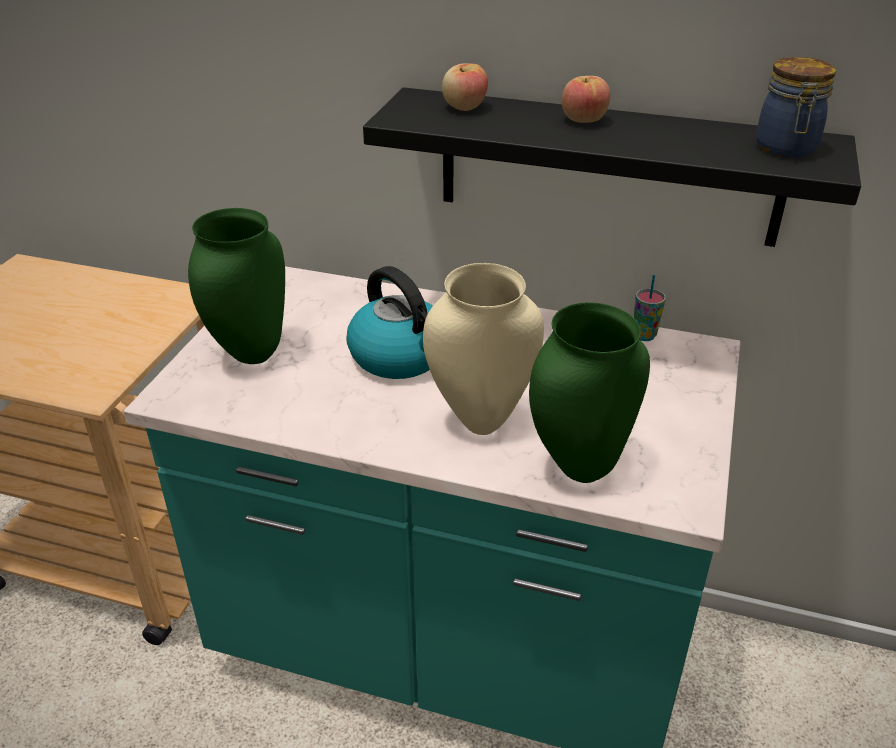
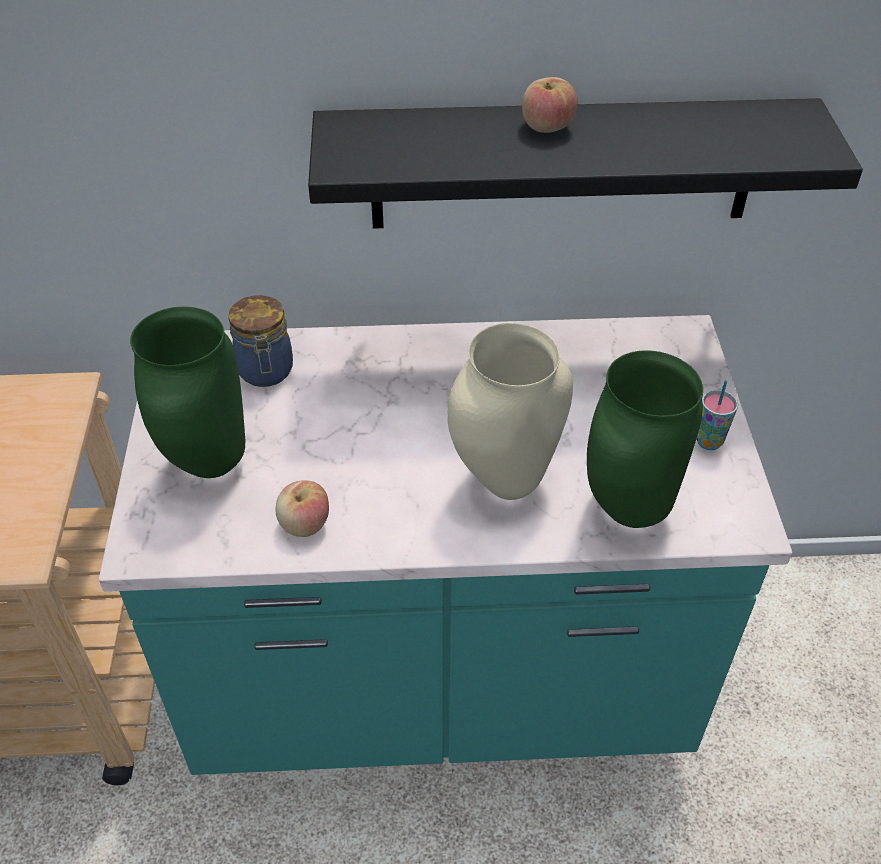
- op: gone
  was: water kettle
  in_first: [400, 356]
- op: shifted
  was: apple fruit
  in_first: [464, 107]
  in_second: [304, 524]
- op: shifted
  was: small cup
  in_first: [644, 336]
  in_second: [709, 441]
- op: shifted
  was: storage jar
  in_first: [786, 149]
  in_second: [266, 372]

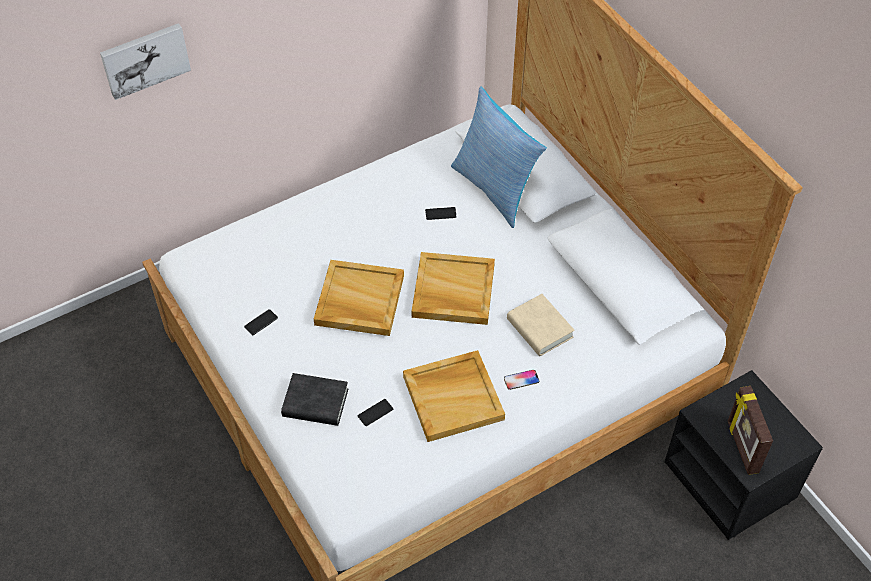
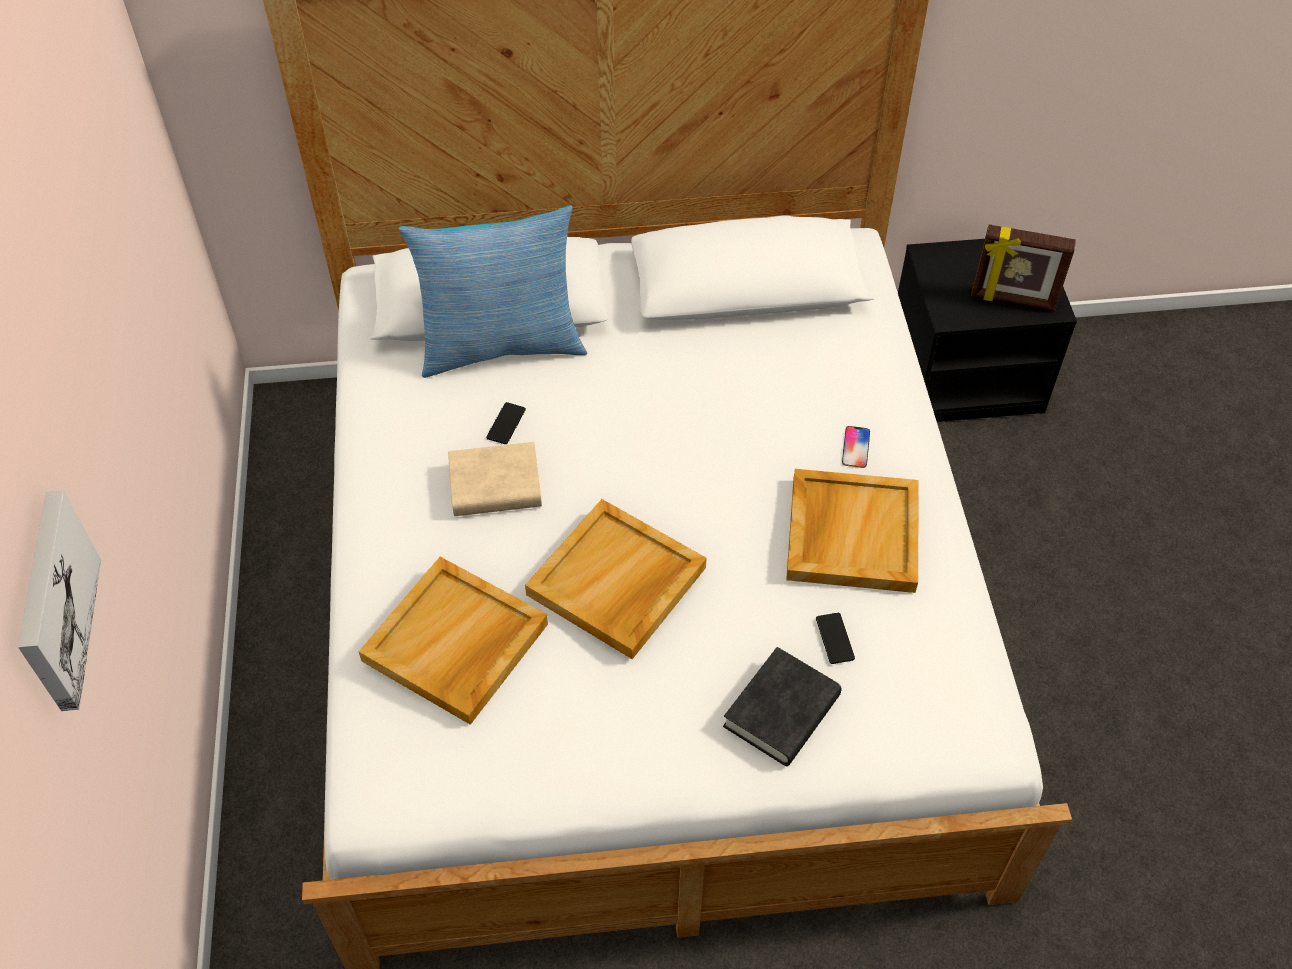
- op: gone
  was: phone
  in_first: [261, 322]
- op: shifted
  was: beige-coloured tray
  in_first: [452, 291]
  in_second: [455, 644]
- op: shifted
  was: beige-coloured volume
  in_first: [539, 328]
  in_second: [495, 486]

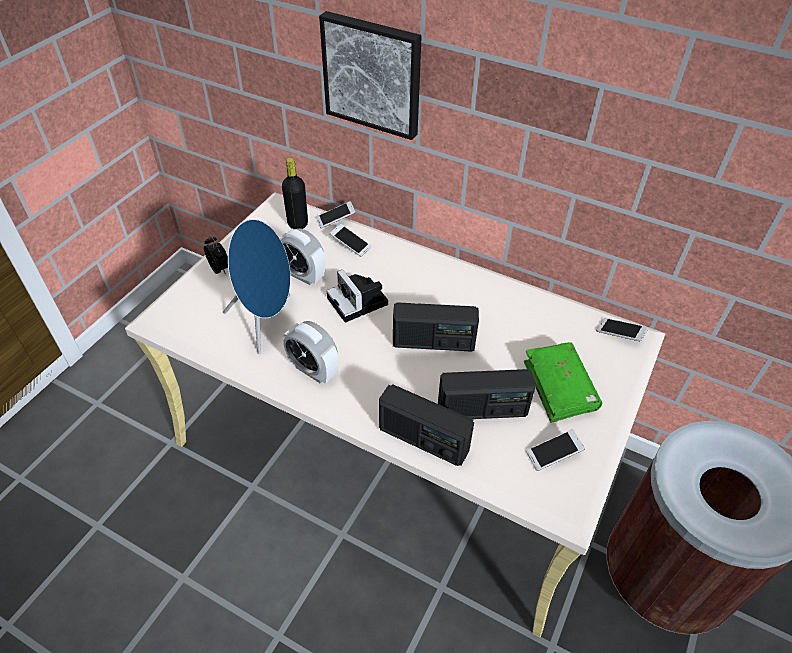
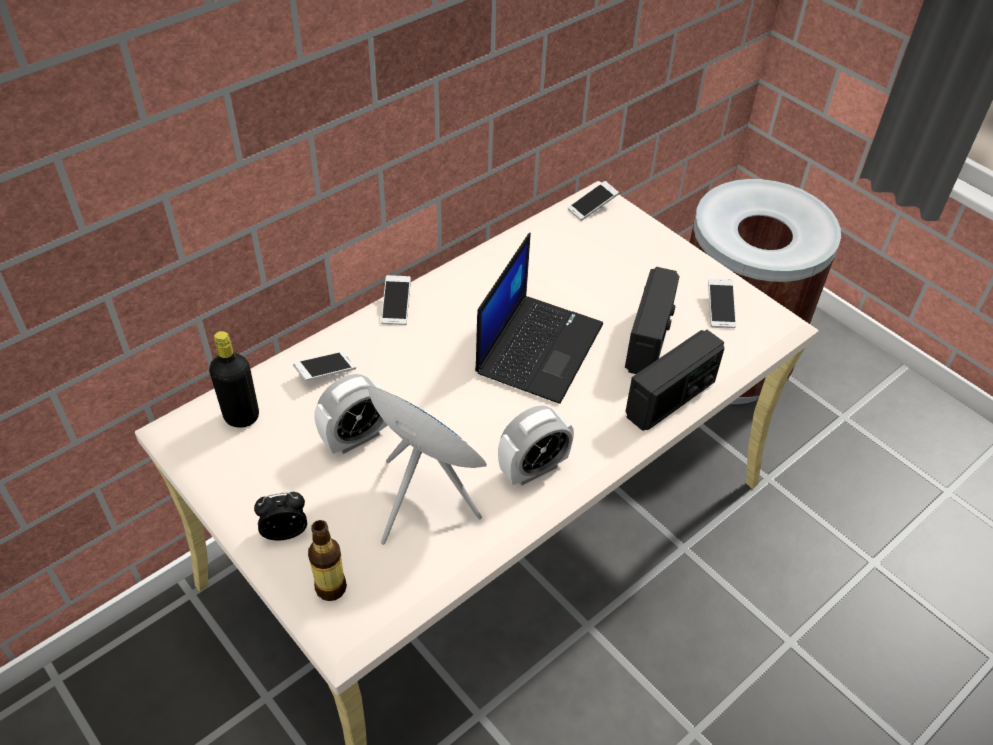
- op: shifted
  was: phone
  in_first: [335, 219]
  in_second: [396, 306]
- op: gone
  was: picture
  in_first: [373, 74]
- op: gone
  was: still camera
  in_first: [359, 302]
- op: swapped
  was: radio
  now: laptop
  in_first: [433, 342]
  in_second: [538, 347]
- op: gone
  was: greenish volume
  in_first: [559, 387]
- op: new
  now: beverage bottle
  in_second: [331, 588]

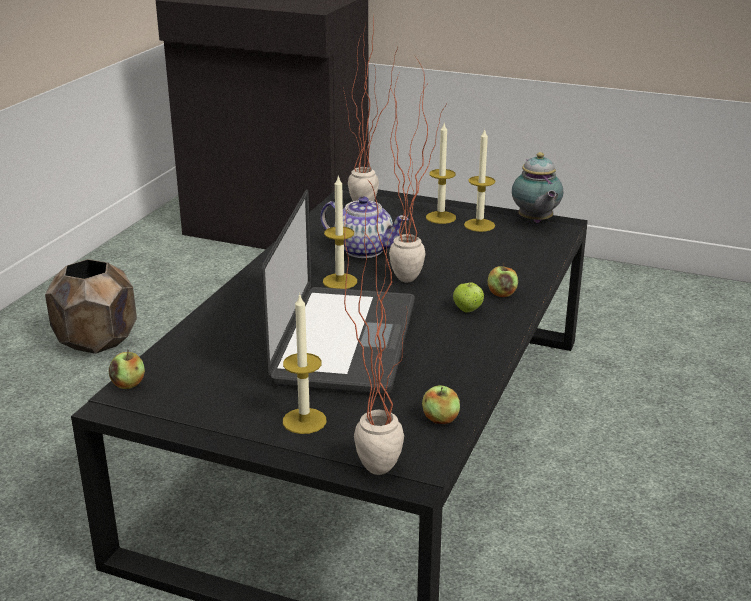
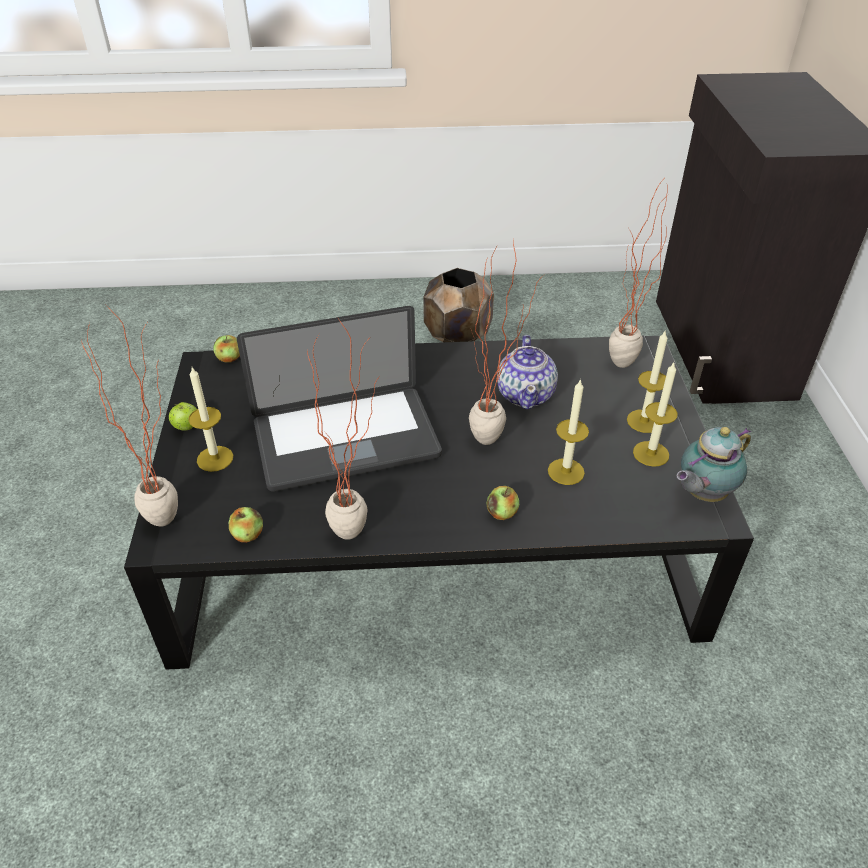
- op: shifted
  was: wax candle
  in_first: [340, 281]
  in_second: [566, 471]
- op: shifted
  was: apple fruit
  in_first: [467, 310]
  in_second: [187, 427]
- op: new
  now: potted plant
  in_second: [361, 529]

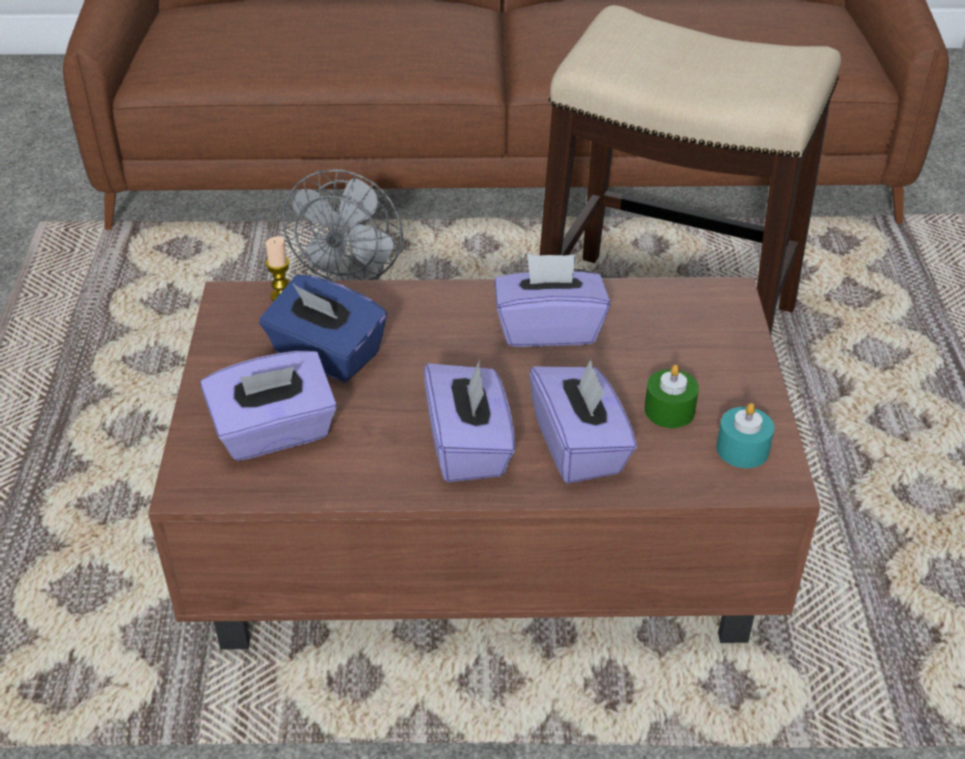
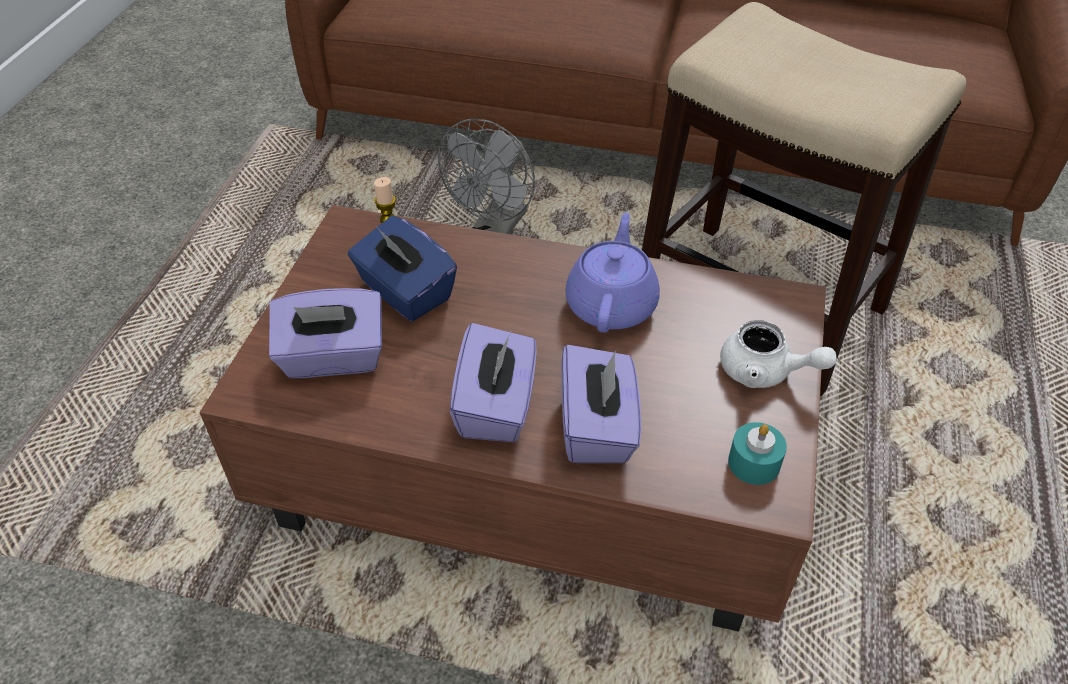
- op: swapped
  was: purplish box of tissues
  now: purplish tea pot
  in_first: [548, 329]
  in_second: [611, 304]
- op: gone
  was: greenish wax candle
  in_first: [669, 410]
- op: new
  now: white-coloured tea pot
  in_second: [765, 372]

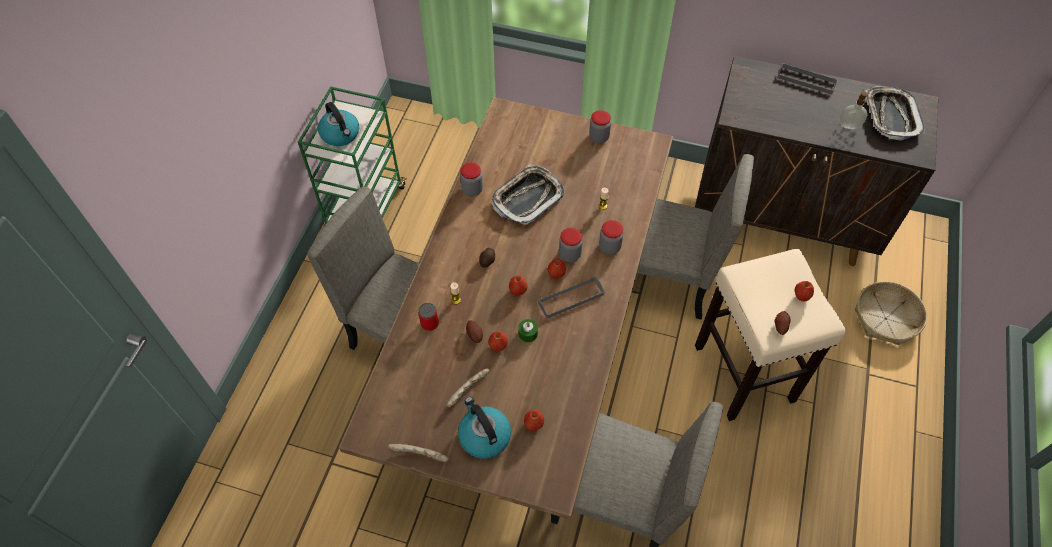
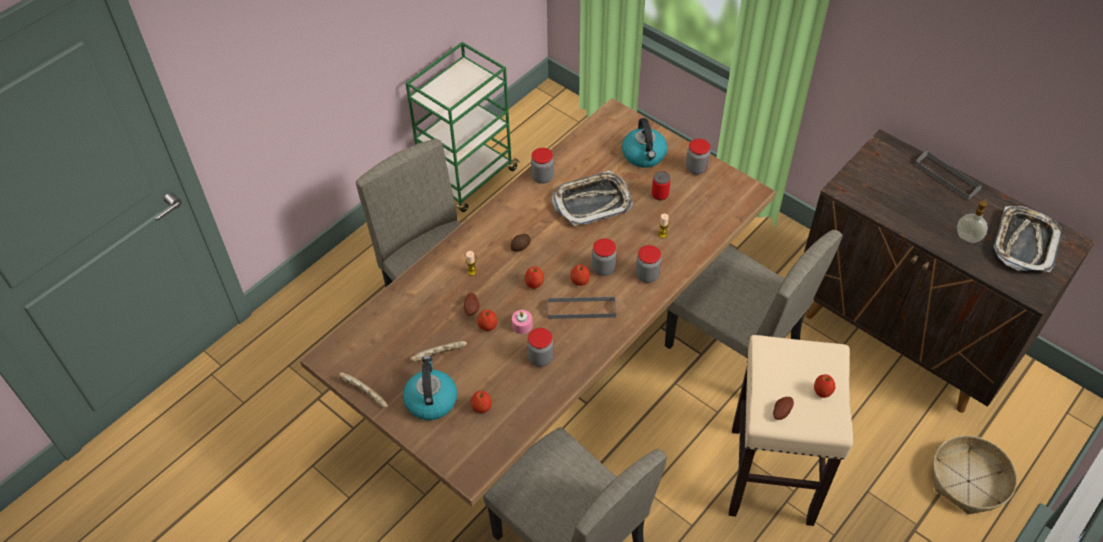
- op: shifted
  was: water kettle
  in_first: [341, 134]
  in_second: [644, 155]
- op: shifted
  was: can
  in_first: [429, 323]
  in_second: [660, 194]
- op: repainted
  was: greenish wax candle
  now: pinkish wax candle
  in_first: [528, 333]
  in_second: [522, 325]
- op: new
  now: storage jar
  in_second: [540, 358]

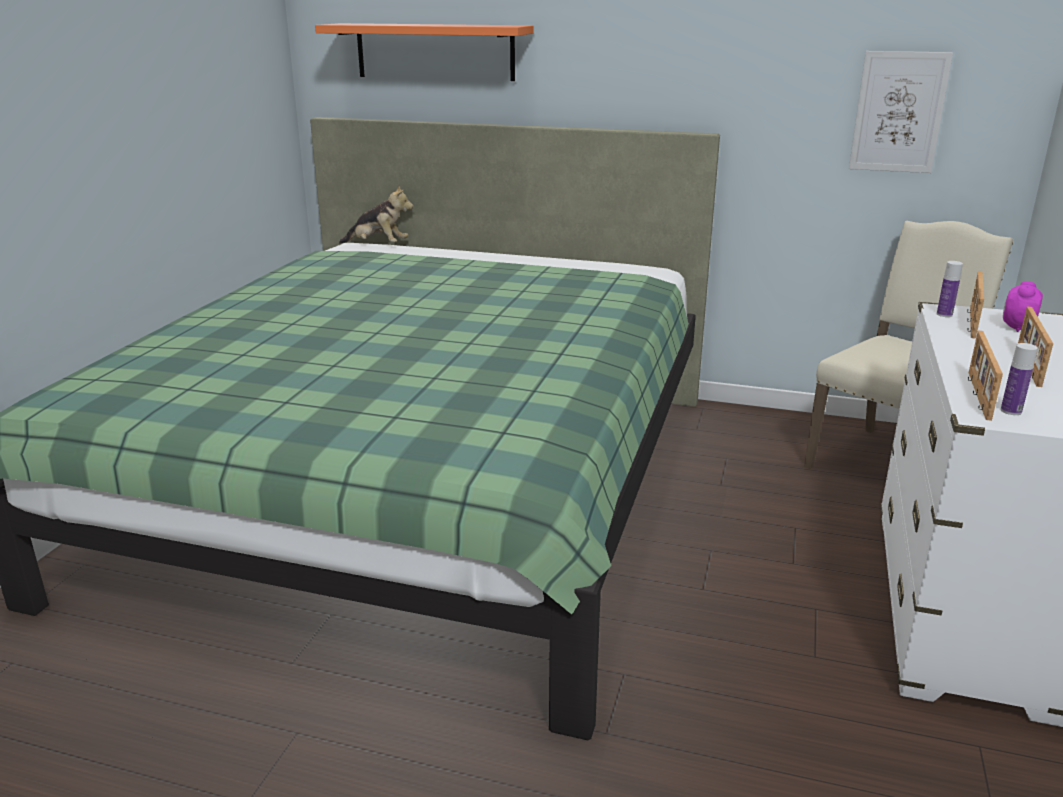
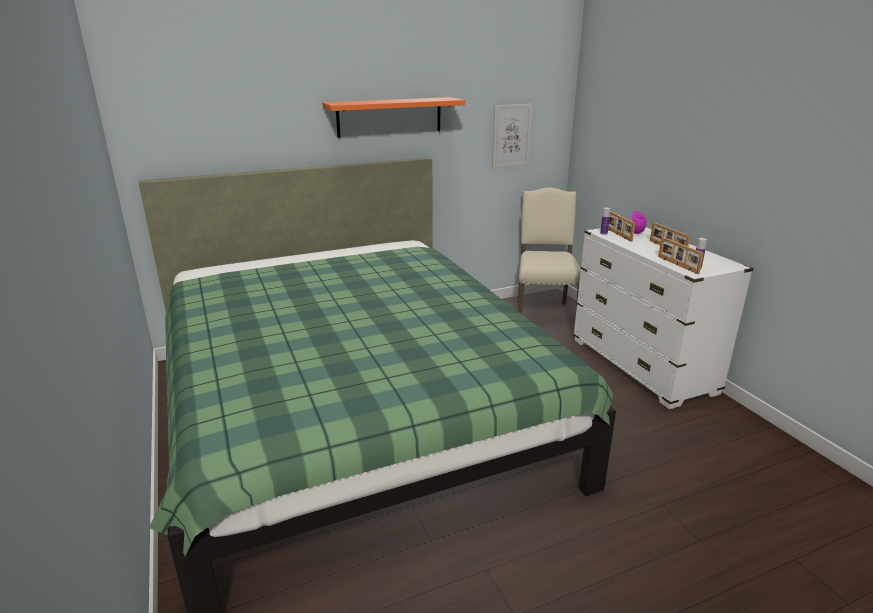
- op: shifted
  was: orange-coloured wall shelf
  in_first: [435, 51]
  in_second: [389, 117]
- op: gone
  was: cuddly toy
  in_first: [378, 245]

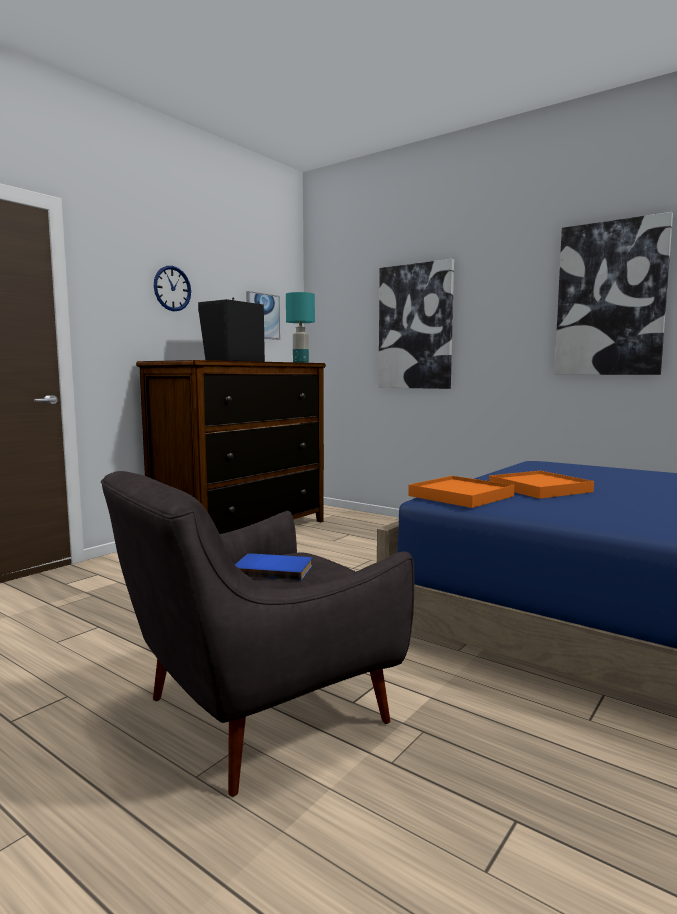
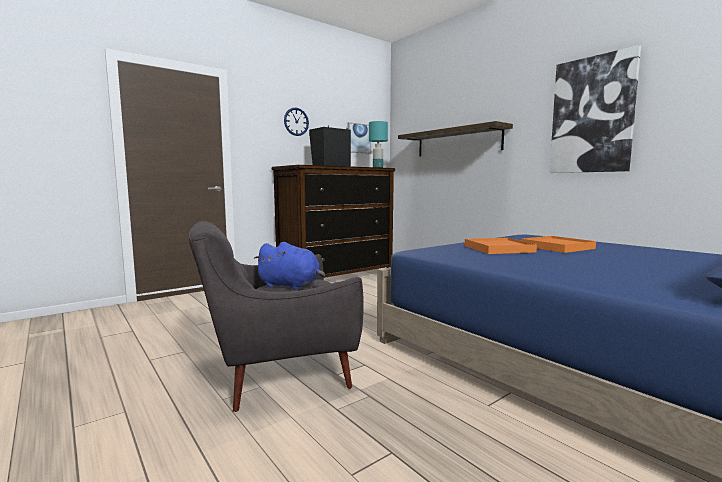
- op: swapped
  was: blue-coloured volume
  now: blue-coloured cuddly toy
  in_first: [274, 569]
  in_second: [291, 286]
- op: swapped
  was: picture
  now: wall shelf
  in_first: [415, 327]
  in_second: [457, 142]
- op: shifted
  was: orange-coloured tray
  in_first: [461, 496]
  in_second: [557, 247]

